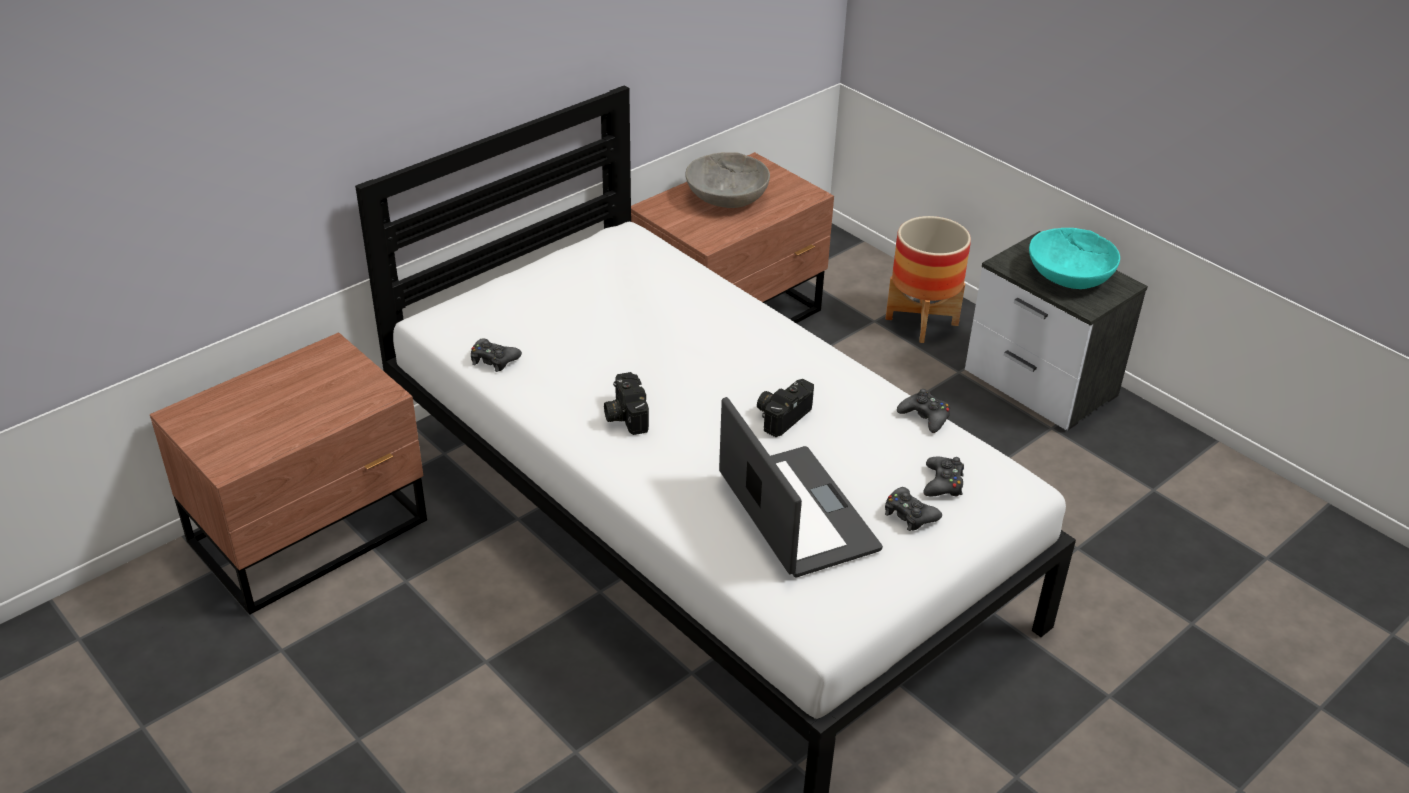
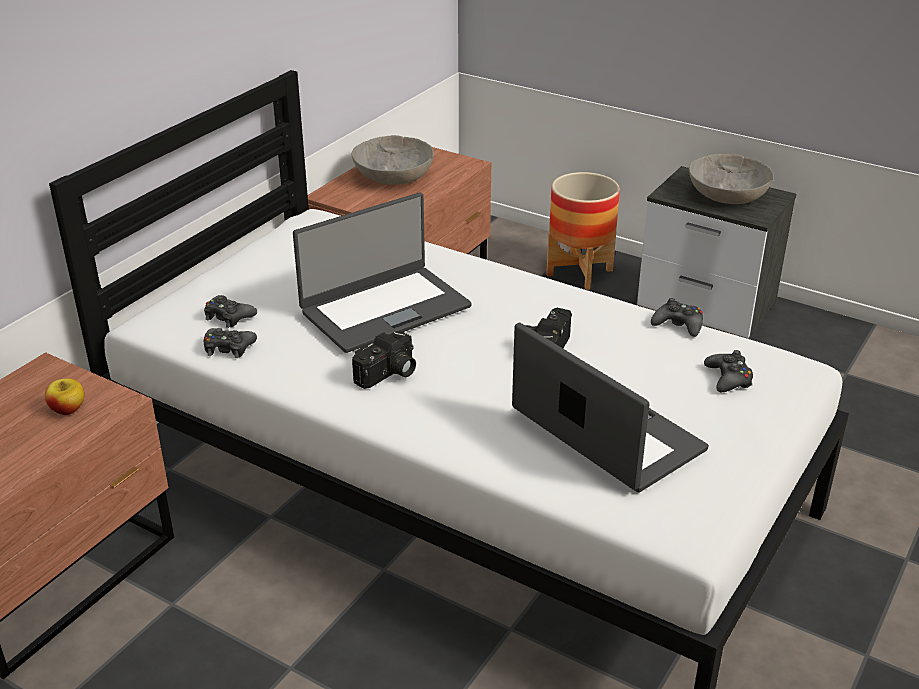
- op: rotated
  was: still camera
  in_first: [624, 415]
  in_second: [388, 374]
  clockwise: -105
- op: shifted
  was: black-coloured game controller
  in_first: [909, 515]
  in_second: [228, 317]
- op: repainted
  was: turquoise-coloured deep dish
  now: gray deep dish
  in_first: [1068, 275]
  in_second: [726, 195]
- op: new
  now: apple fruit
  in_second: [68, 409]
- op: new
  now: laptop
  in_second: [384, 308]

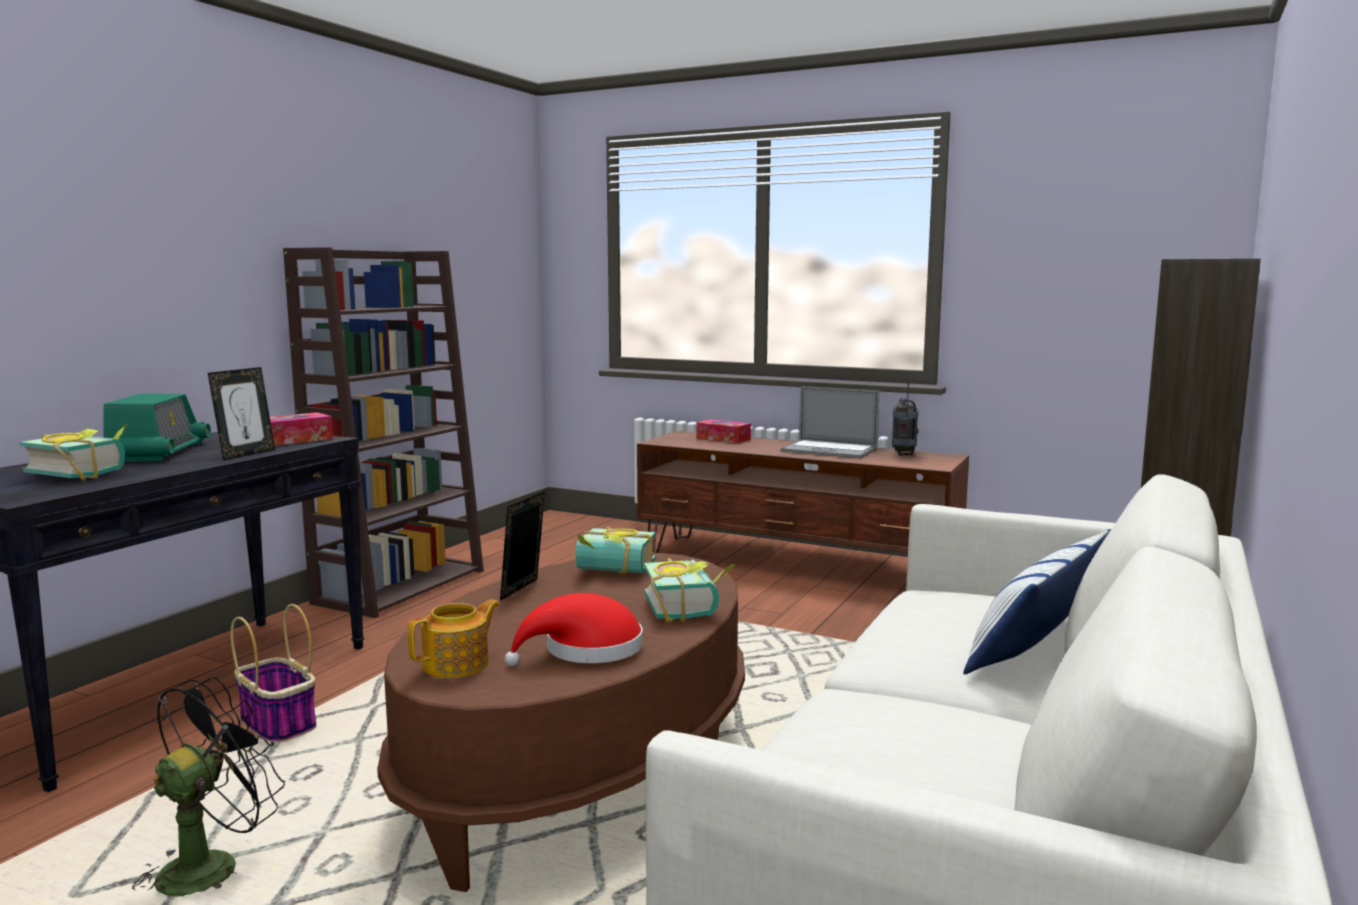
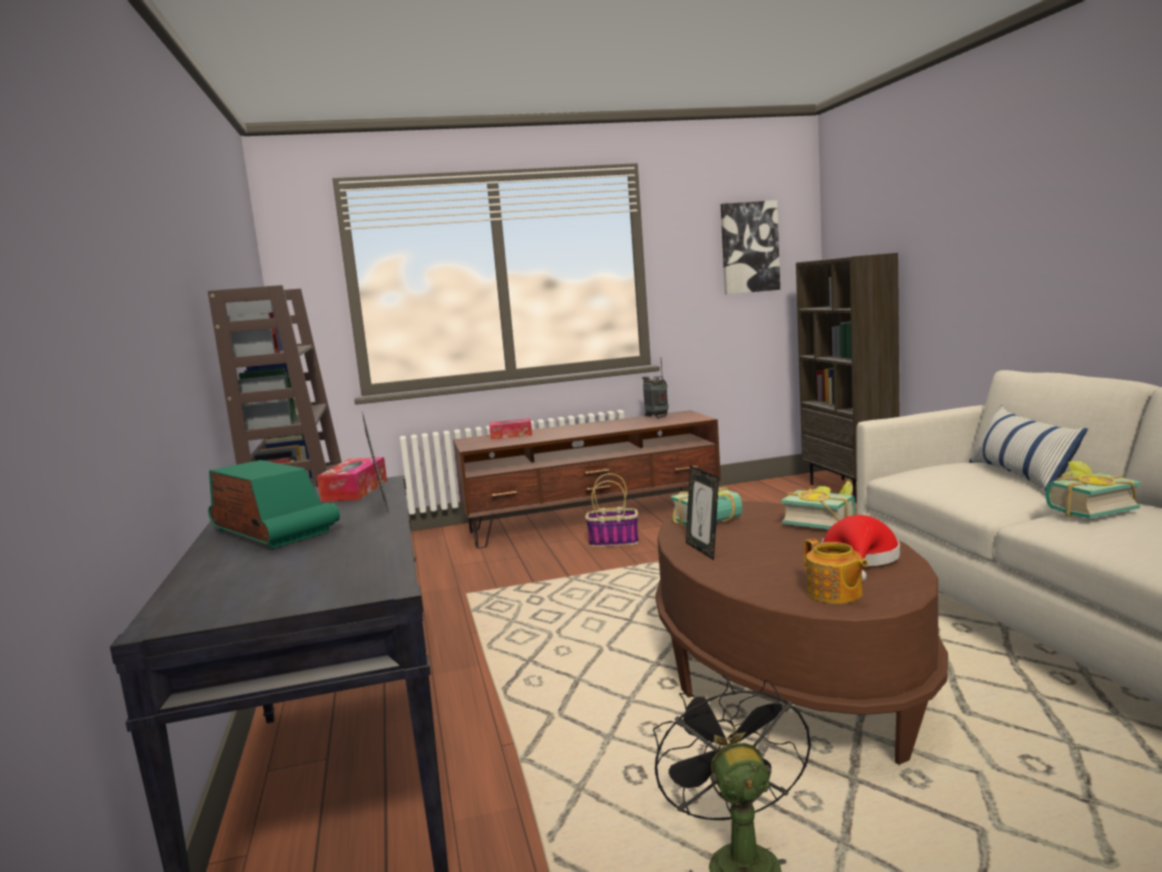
- op: shifted
  was: volume
  in_first: [84, 473]
  in_second: [1084, 510]
- op: shifted
  was: household basket
  in_first: [279, 724]
  in_second: [614, 542]
- op: rotated
  was: tea pot
  in_first: [458, 665]
  in_second: [834, 594]
  clockwise: 150
- op: gone
  was: laptop
  in_first: [829, 450]
- op: new
  now: picture
  in_second: [749, 247]

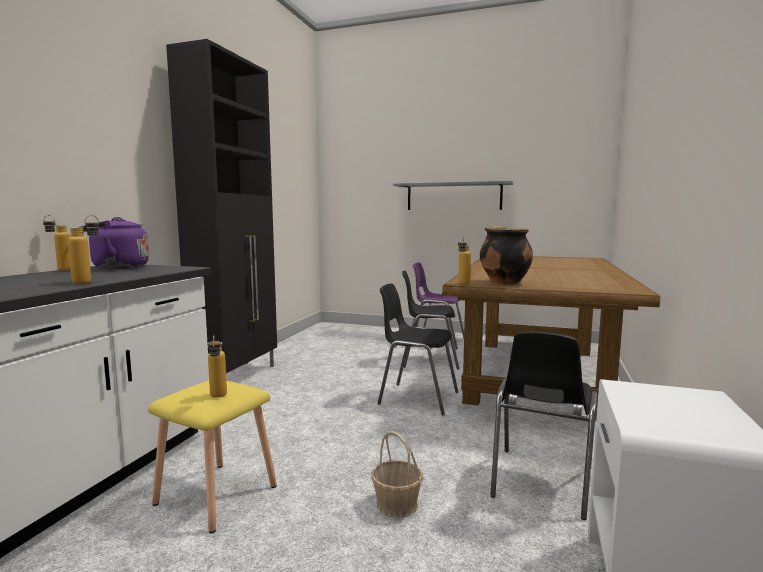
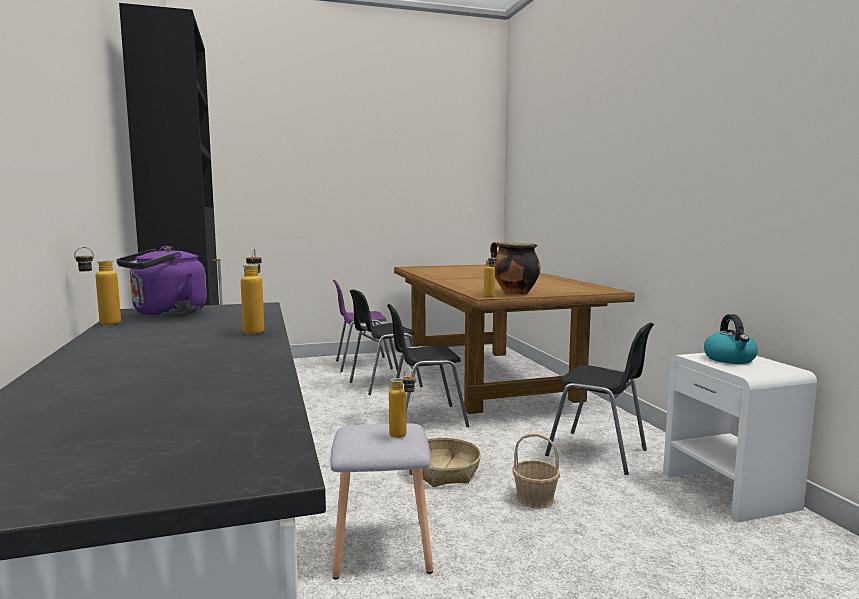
- op: repainted
  was: yellow-coloured stool seat
  now: gray stool seat
  in_first: [214, 495]
  in_second: [380, 548]
- op: gone
  was: gray wall shelf
  in_first: [453, 196]
- op: rotated
  was: black-coloured plain chair
  in_first: [540, 483]
  in_second: [599, 453]
  clockwise: -45
- op: new
  now: household basket
  in_second: [443, 471]
- op: new
  now: water kettle
  in_second: [730, 359]

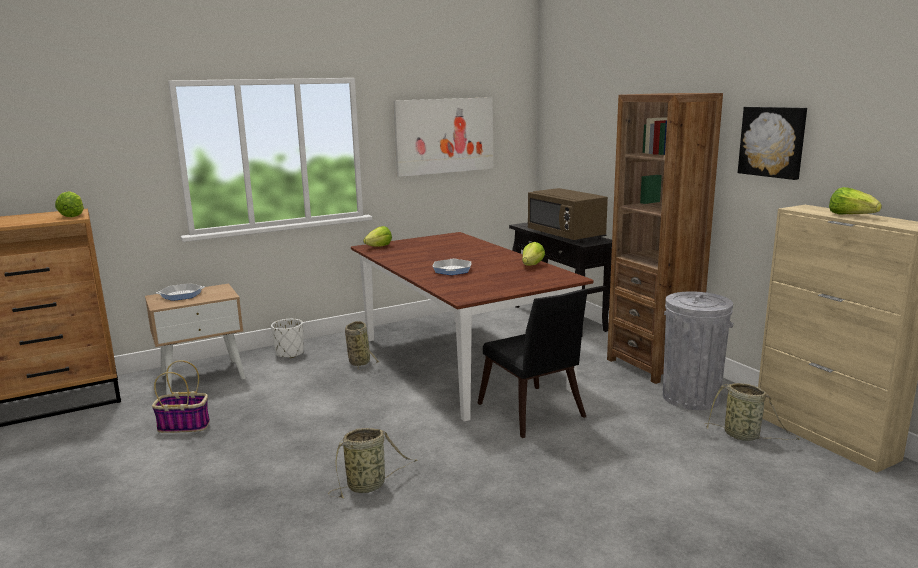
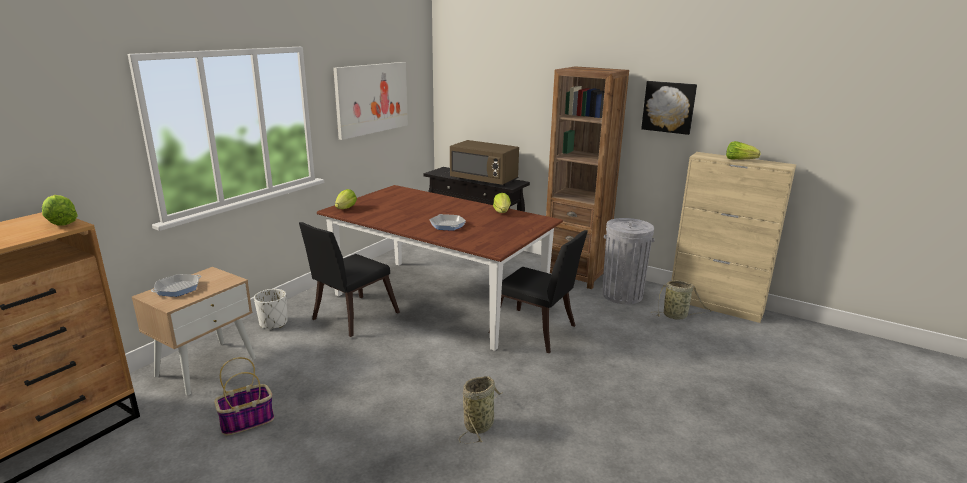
- op: swapped
  was: household basket
  now: black-coloured plain chair
  in_first: [359, 362]
  in_second: [351, 318]

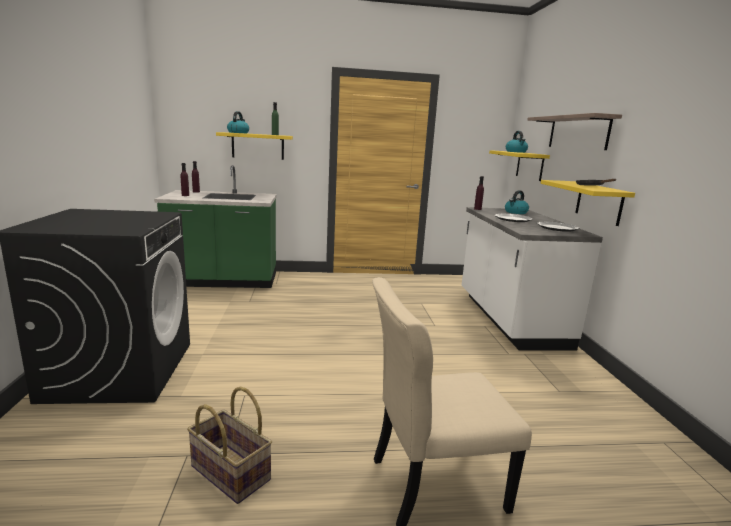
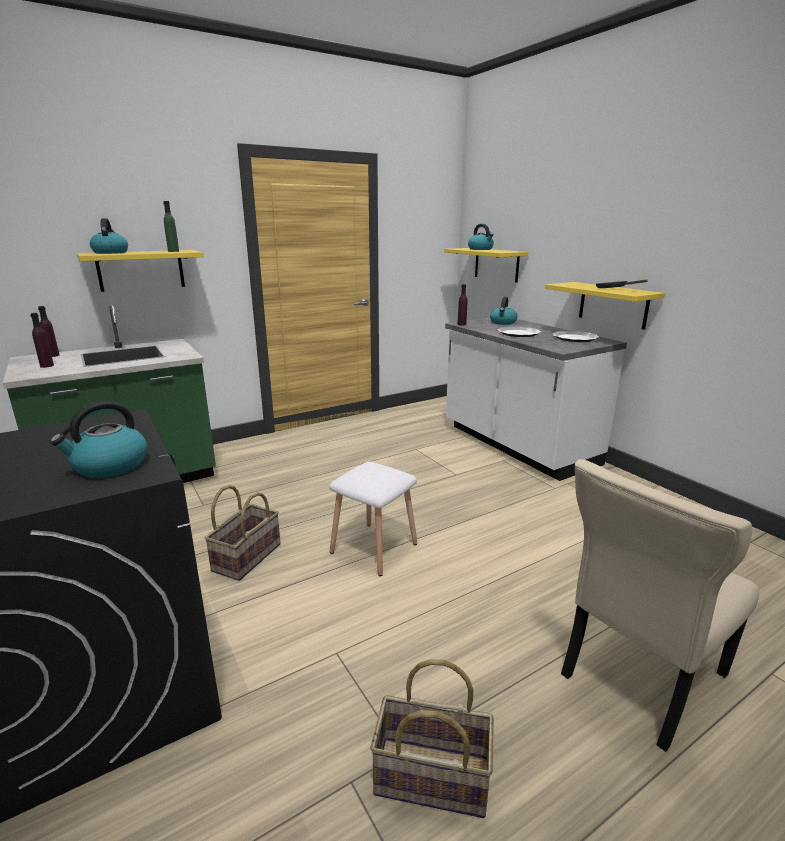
- op: gone
  was: wall shelf
  in_first: [577, 132]
- op: new
  now: water kettle
  in_second: [109, 466]
- op: new
  now: household basket
  in_second: [246, 557]
- op: new
  now: white-coloured stool seat
  in_second: [374, 547]

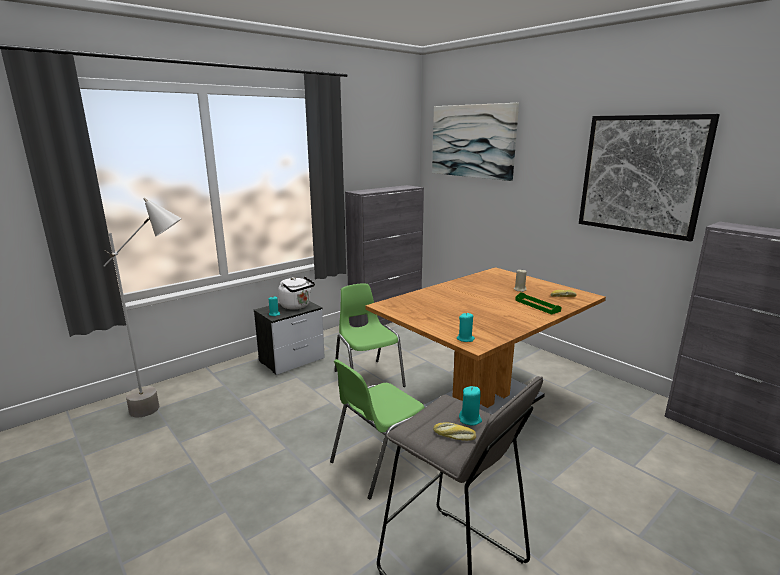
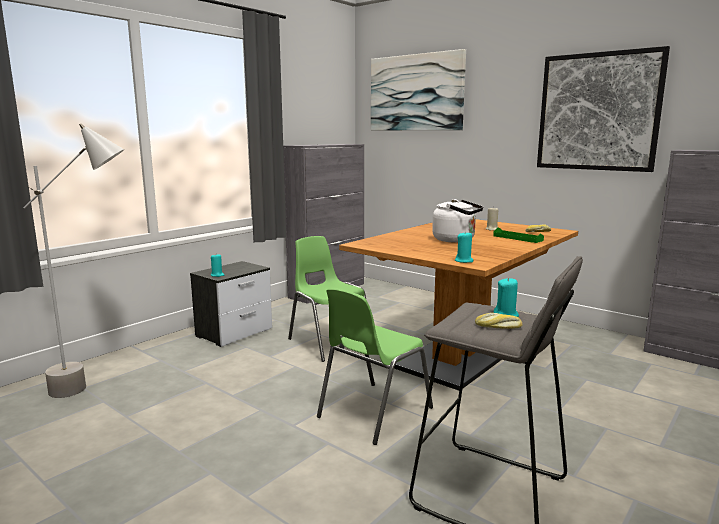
- op: shifted
  was: white-coloured water kettle
  in_first: [297, 306]
  in_second: [456, 240]

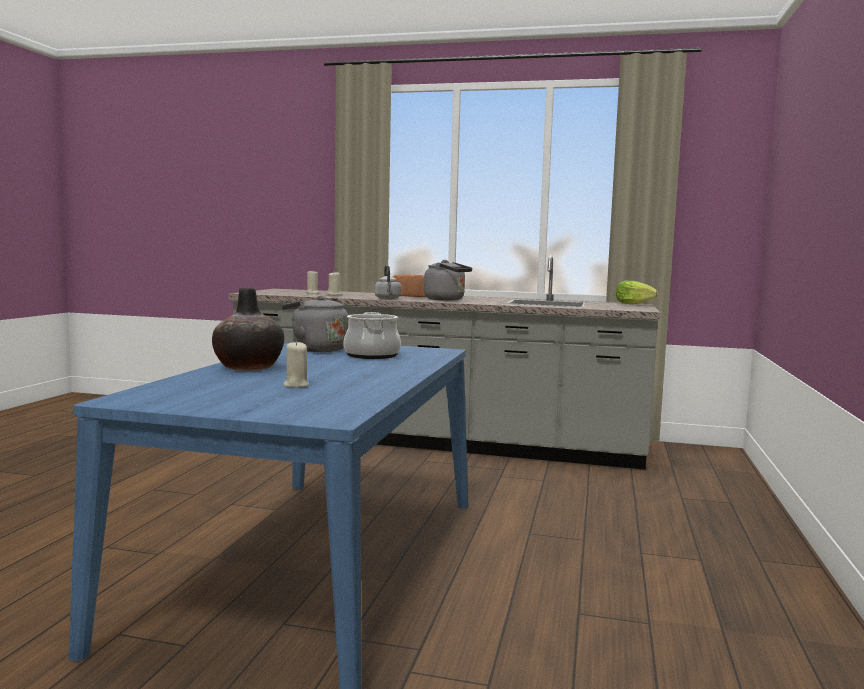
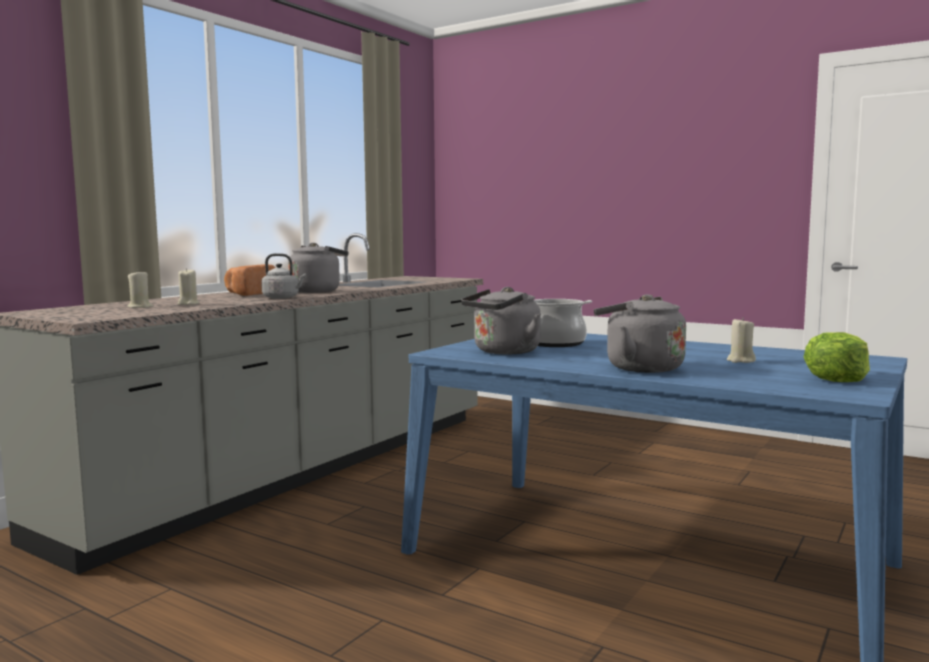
- op: swapped
  was: decorative vase
  now: gray water kettle
  in_first: [249, 368]
  in_second: [639, 368]
- op: shifted
  was: lettuce
  in_first: [633, 304]
  in_second: [837, 378]

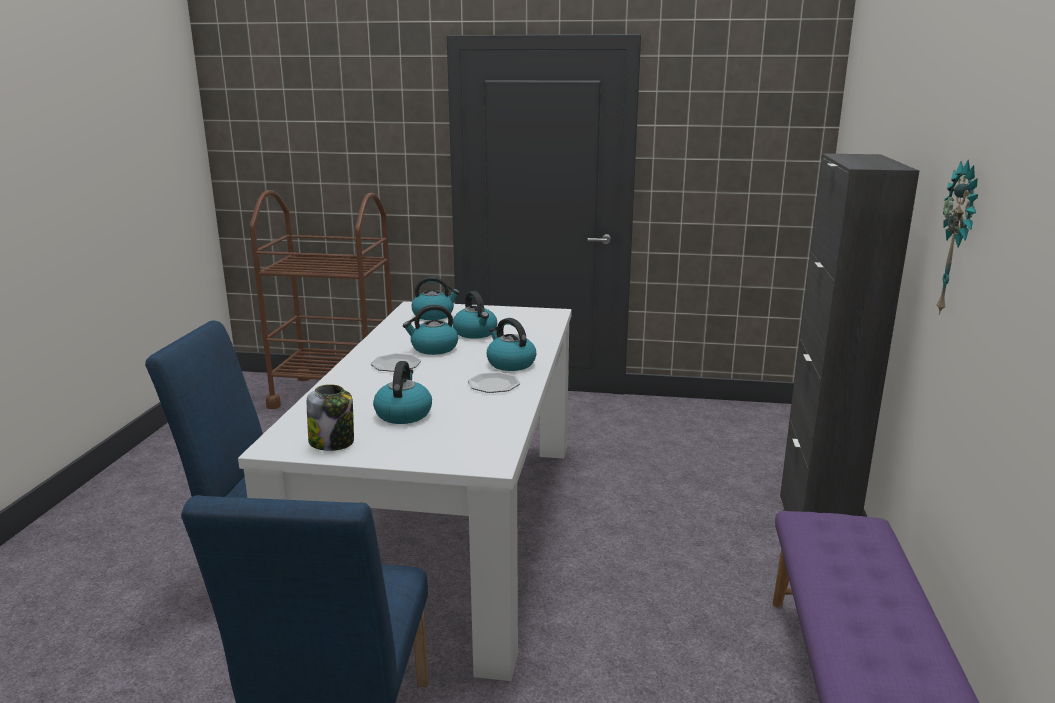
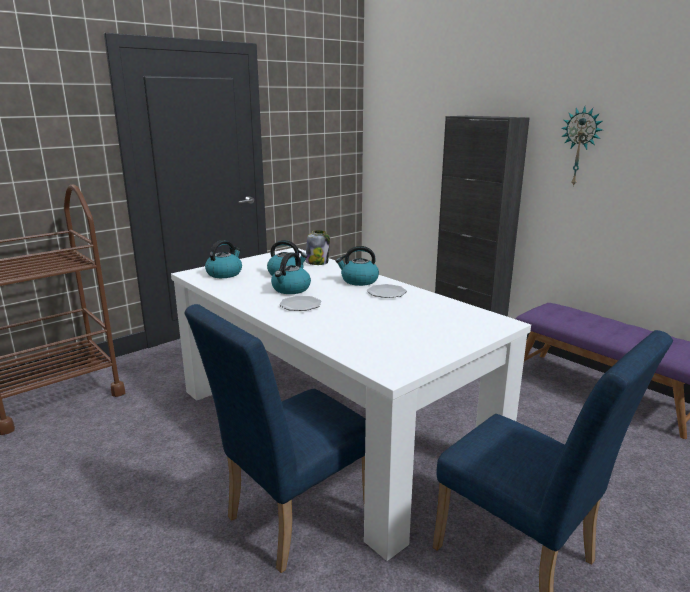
- op: shifted
  was: storage jar
  in_first: [332, 442]
  in_second: [317, 262]
- op: gone
  was: water kettle
  in_first: [403, 414]

